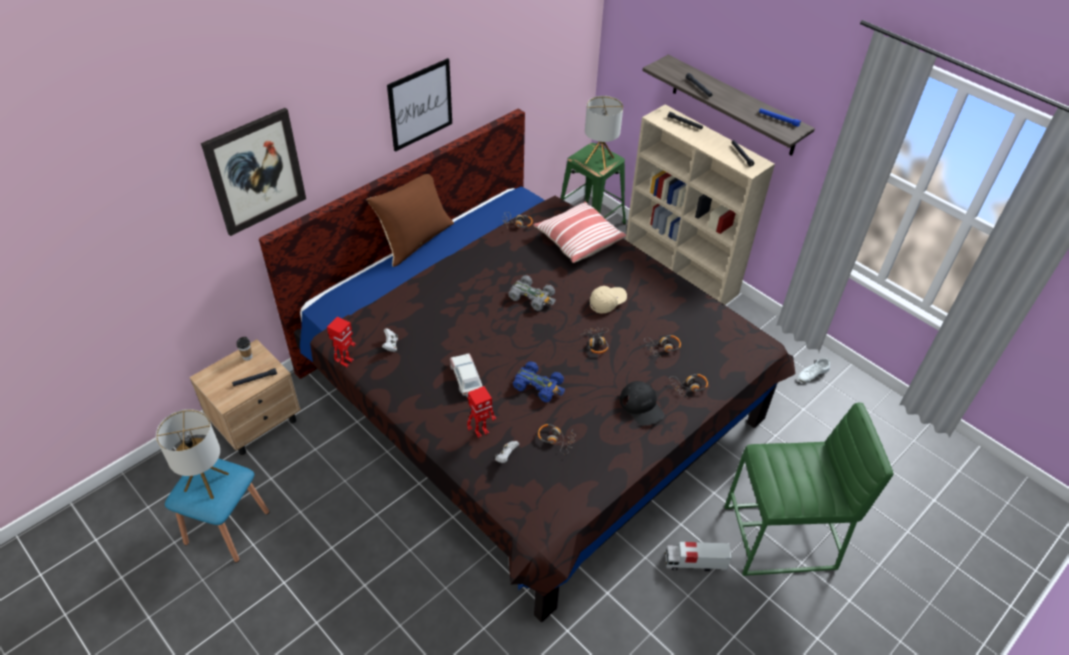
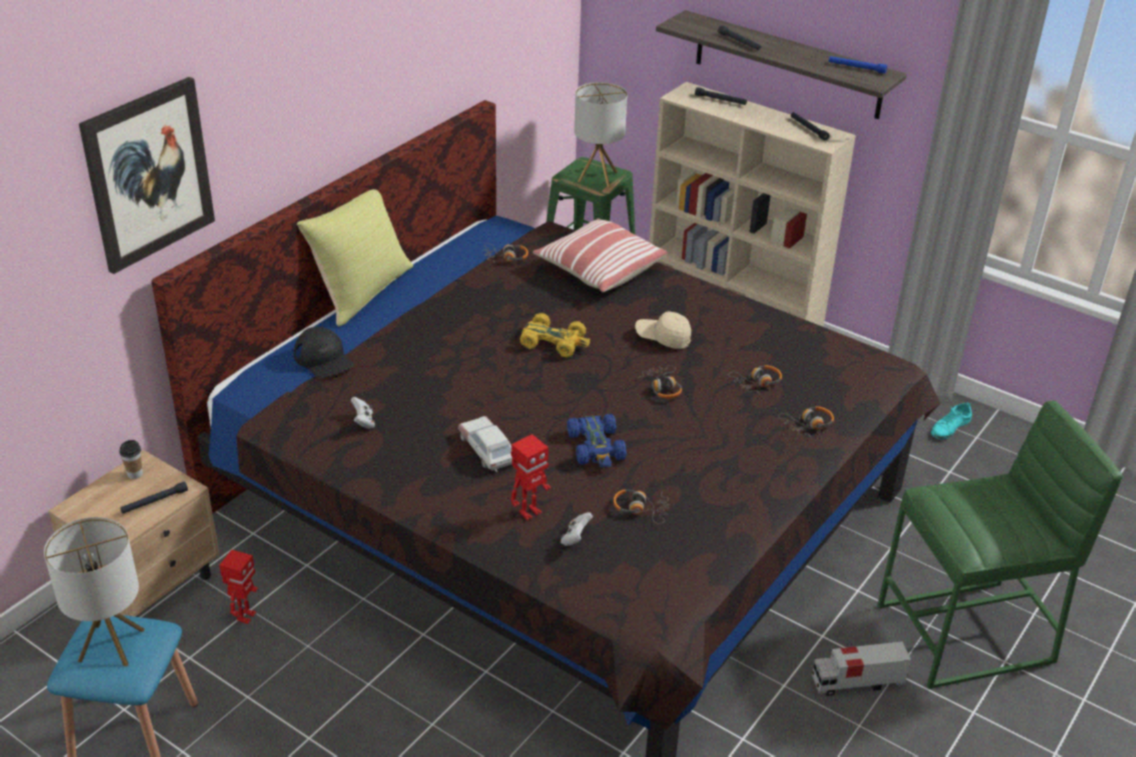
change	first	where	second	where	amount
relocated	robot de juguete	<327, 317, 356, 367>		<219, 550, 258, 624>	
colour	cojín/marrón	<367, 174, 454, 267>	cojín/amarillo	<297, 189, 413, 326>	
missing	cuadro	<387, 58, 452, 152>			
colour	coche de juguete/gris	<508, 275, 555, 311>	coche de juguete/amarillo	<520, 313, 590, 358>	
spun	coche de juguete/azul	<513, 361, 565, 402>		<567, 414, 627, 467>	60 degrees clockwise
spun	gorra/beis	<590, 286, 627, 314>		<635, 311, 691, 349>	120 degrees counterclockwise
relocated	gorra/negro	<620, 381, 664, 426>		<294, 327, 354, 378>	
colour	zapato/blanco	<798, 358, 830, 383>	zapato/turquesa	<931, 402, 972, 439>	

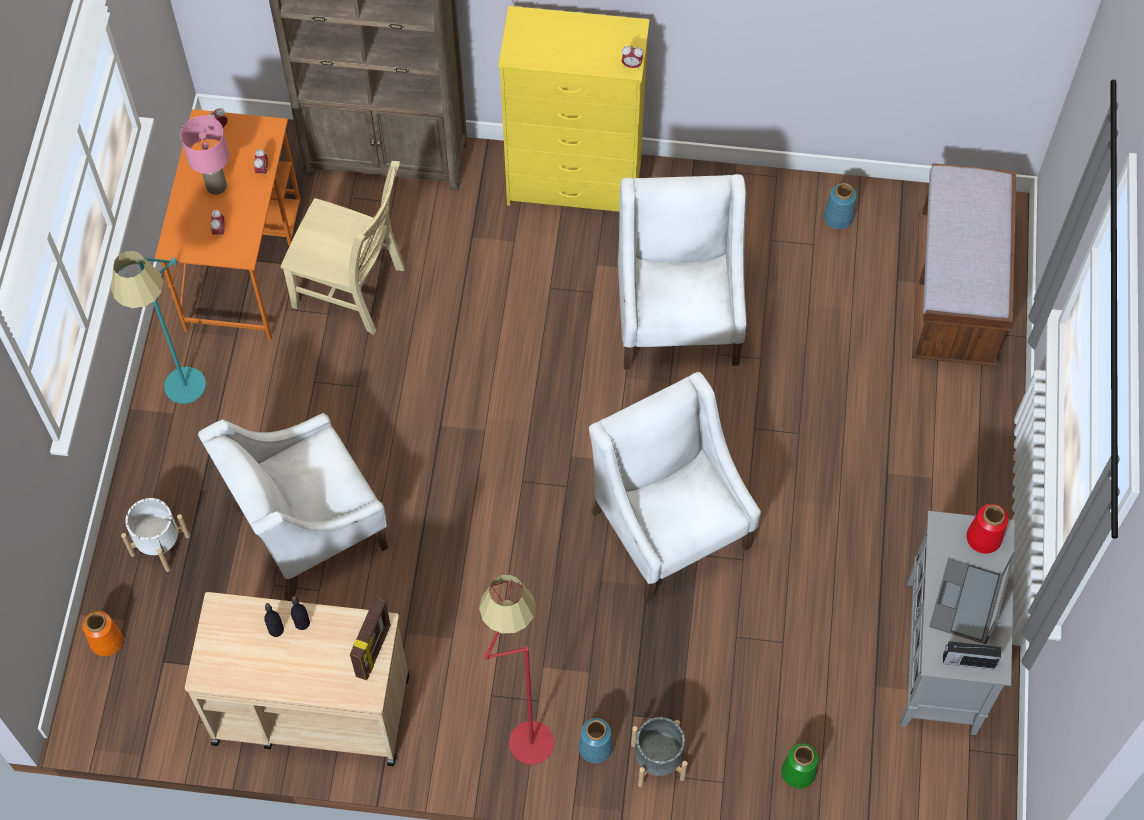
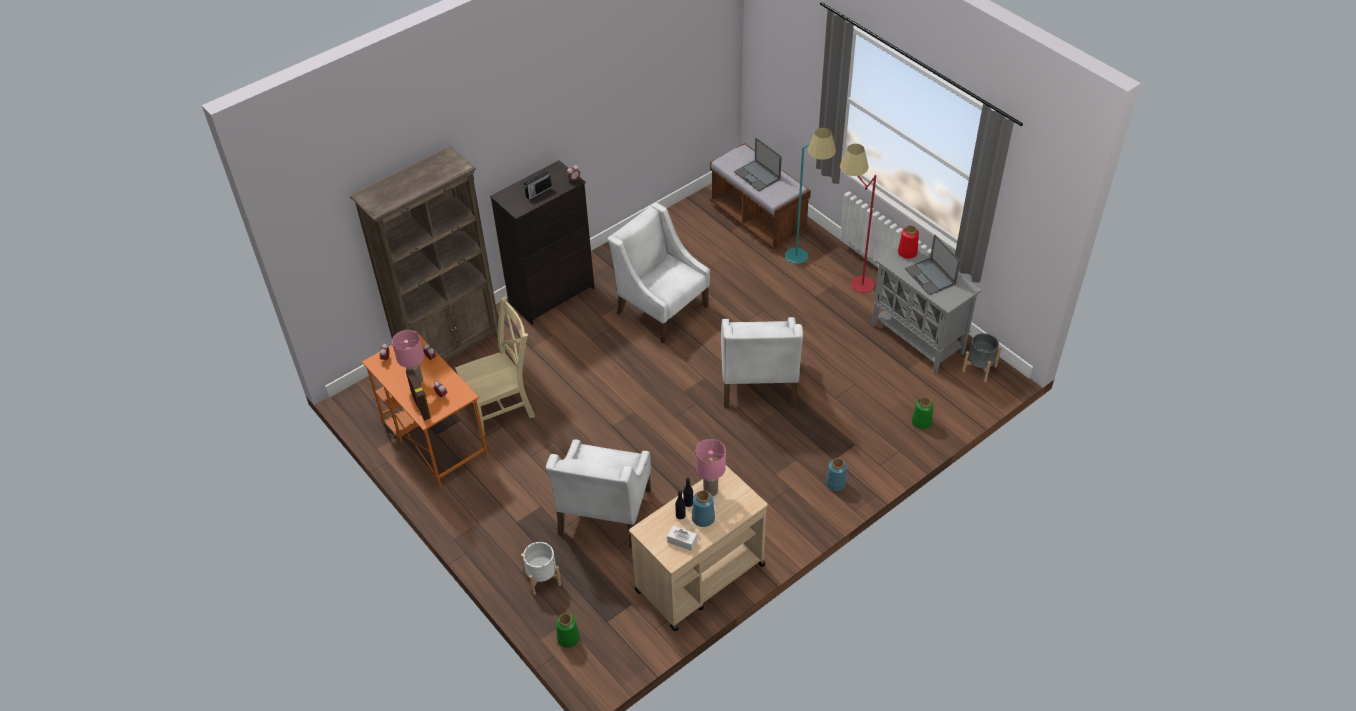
change	first	where	second	where	amount
colour	florero/naranja	<83, 611, 123, 656>	florero/verde	<556, 613, 580, 648>	
relocated	lámpara de pie/turquesa	<111, 251, 206, 404>		<785, 128, 836, 264>	
relocated	portarretratos	<350, 597, 391, 680>		<406, 369, 431, 421>	
relocated	lámpara de pie/rojo	<479, 575, 554, 765>		<840, 144, 876, 293>	
colour	cómoda/amarillo	<498, 6, 650, 212>	cómoda/negro	<490, 160, 595, 325>	
spun	sillón/blanco	<589, 372, 761, 602>		<721, 317, 803, 408>	105 degrees counterclockwise
relocated	maceta/gris	<631, 717, 688, 787>		<962, 333, 1002, 382>	
relocated	florero/azul	<824, 183, 857, 229>		<692, 490, 715, 527>	
relocated	radio	<943, 641, 1001, 670>		<524, 170, 552, 200>	
appeared			caja de pañuelos/blanco	<667, 525, 697, 551>	
appeared			lámpara de mesa/rosa	<696, 439, 726, 496>	
appeared			portátil	<734, 138, 782, 191>	

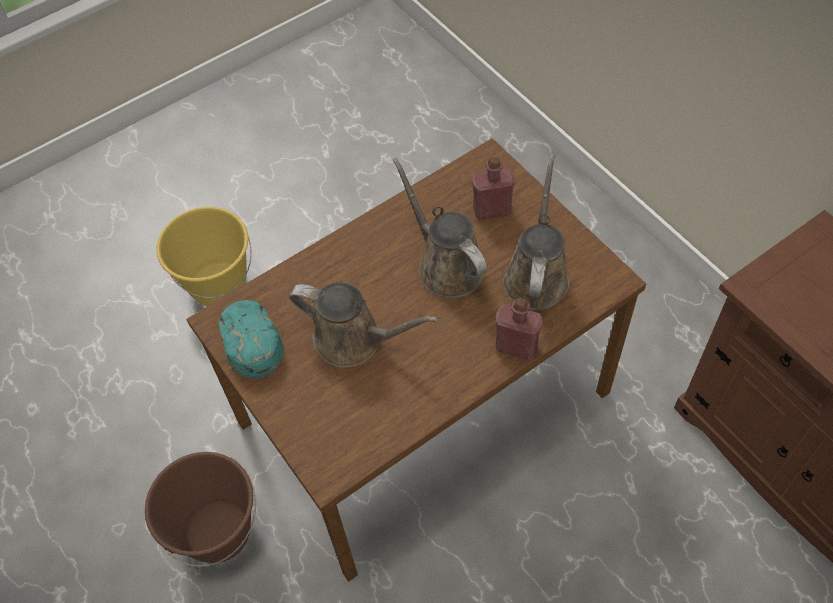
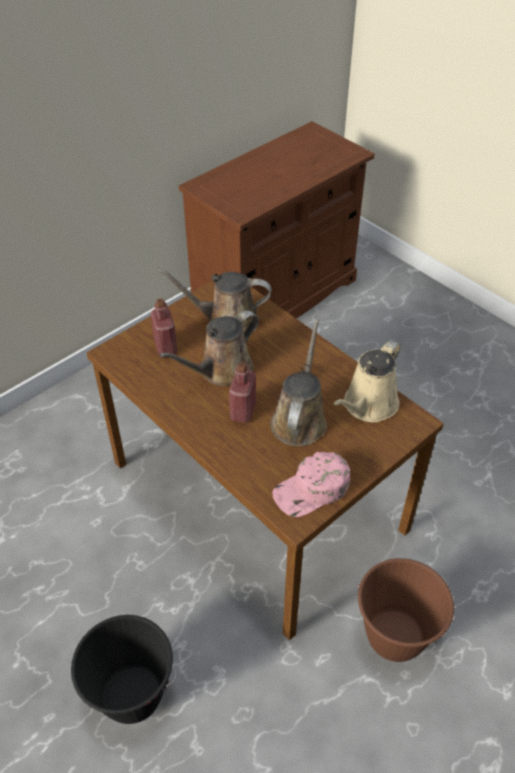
change	first	where	second	where	amount
colour	cubo/amarillo	<157, 207, 252, 306>	cubo/negro	<71, 615, 176, 724>	
colour	gorra/turquesa	<219, 300, 283, 378>	gorra/rosa	<272, 452, 350, 517>	
relocated	botella/rojo	<495, 298, 543, 361>		<229, 362, 256, 423>	
appeared			regadera/beis	<334, 340, 401, 422>	

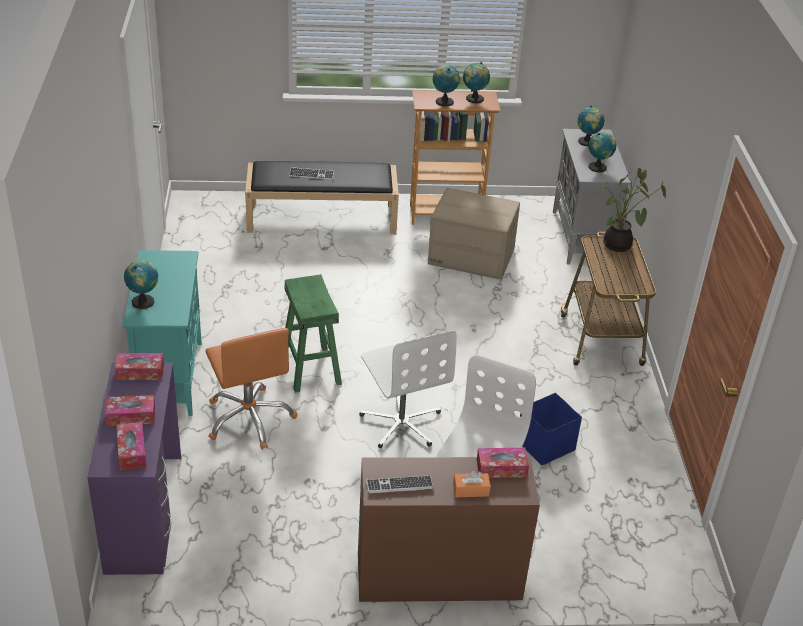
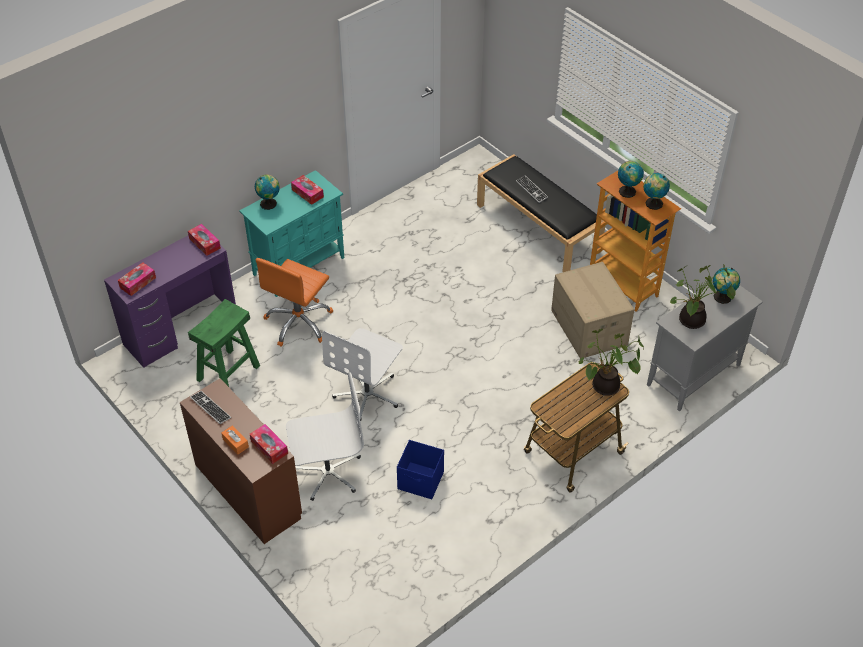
change	first	where	second	where	amount
relocated	caja de pañuelos	<105, 395, 155, 426>		<291, 175, 324, 205>	
relocated	taburete/verde	<284, 274, 342, 393>		<188, 299, 260, 387>	
exchanged	globo terráqueo	<589, 132, 617, 173>	planta en maceta	<670, 265, 736, 329>	

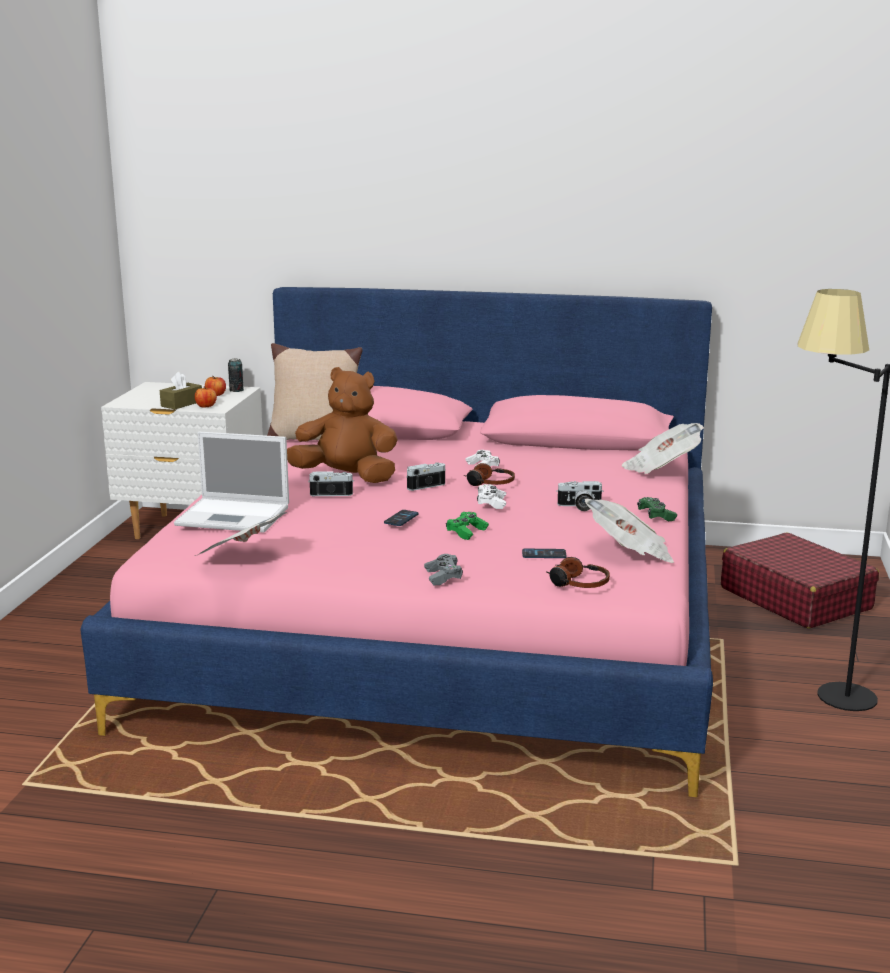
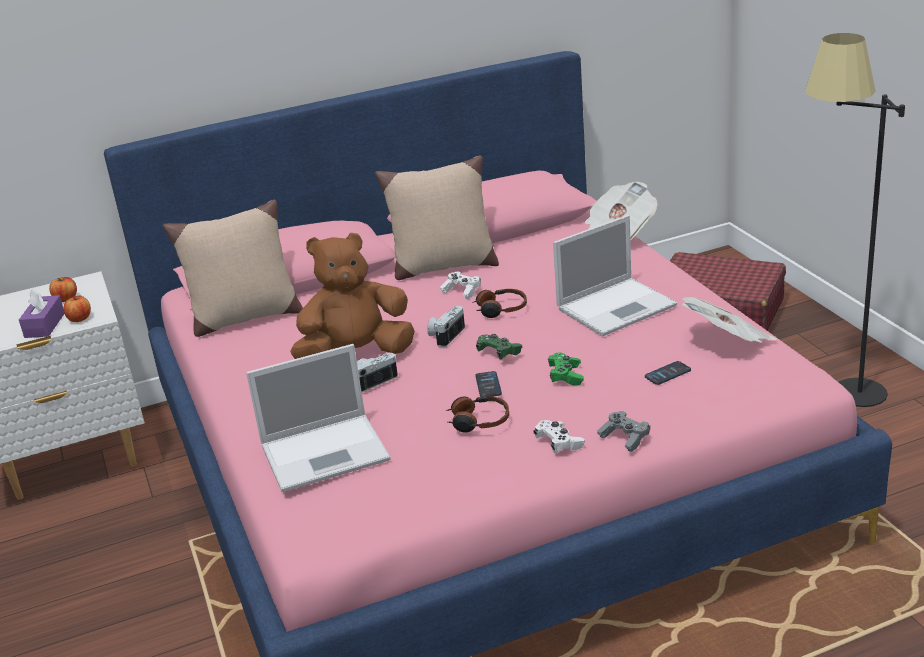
change	first	where	second	where	amount
colour	caja de pañuelos/marrón	<160, 372, 202, 409>	caja de pañuelos/morado	<19, 289, 64, 338>	
missing	periódico	<195, 512, 287, 556>			
missing	lata	<228, 358, 244, 392>			
relocated	mando de consola/blanco	<477, 484, 506, 509>		<533, 420, 585, 453>	
relocated	auriculares	<547, 557, 610, 588>		<446, 396, 509, 433>	
exchanged	cámara	<556, 481, 603, 511>	portátil	<553, 215, 677, 336>	
relocated	mando de consola/verde	<637, 497, 677, 522>		<476, 334, 523, 359>	
appeared			cojín/beis	<375, 155, 499, 280>	

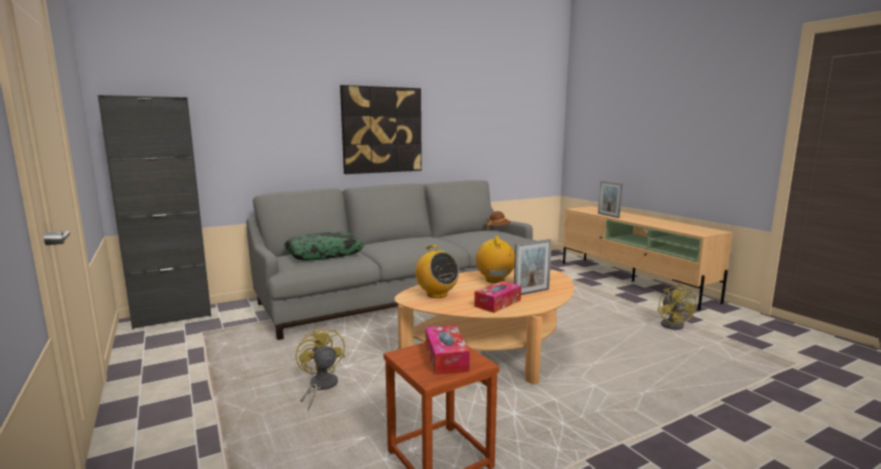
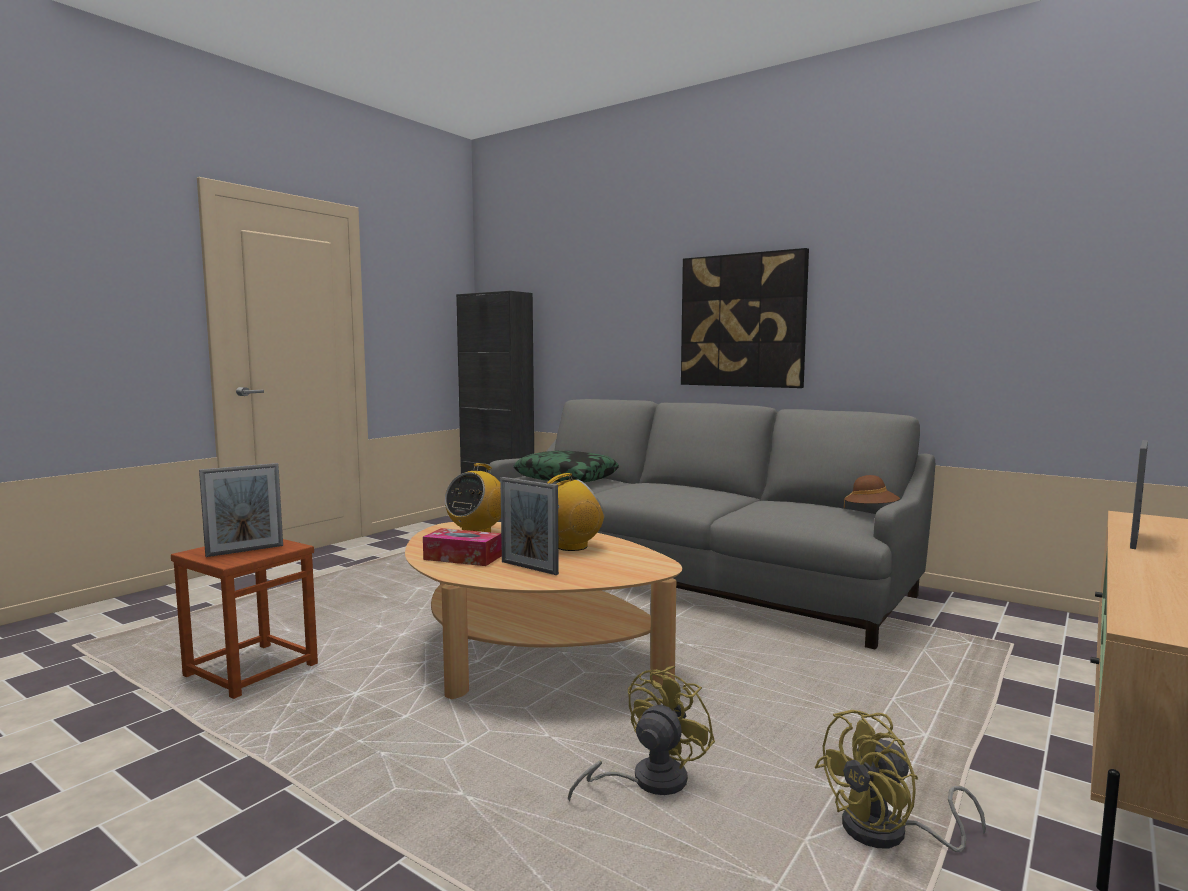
change	first	where	second	where	amount
relocated	ventilador/amarillo	<296, 327, 345, 411>		<568, 666, 715, 802>	
exchanged	caja de pañuelos	<425, 325, 470, 375>	portarretratos	<199, 463, 283, 557>	

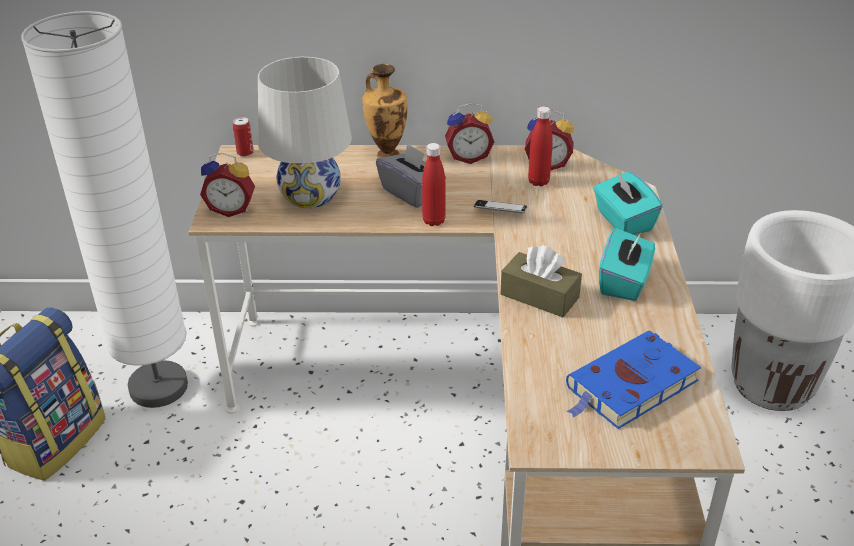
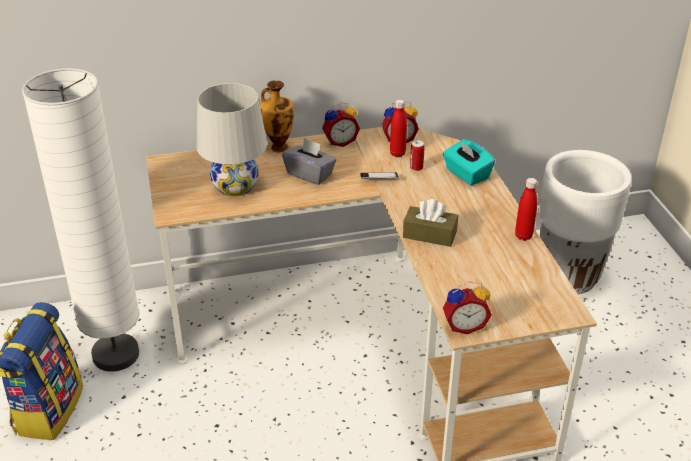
change	first	where	second	where	amount
relocated	despertador	<200, 153, 255, 217>		<443, 282, 492, 334>	
relocated	lata	<233, 117, 254, 157>		<410, 140, 425, 171>	
relocated	botella/rojo	<422, 143, 446, 226>		<515, 178, 537, 241>	
missing	libro/azul	<566, 330, 701, 429>			
missing	caja de pañuelos/turquesa	<599, 228, 655, 301>			

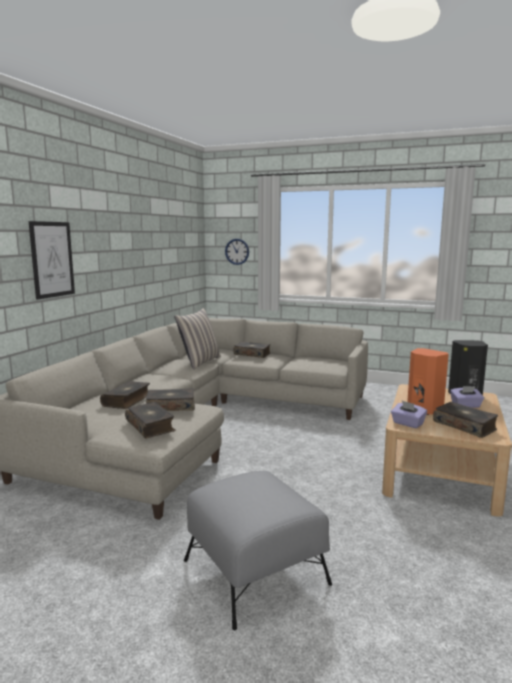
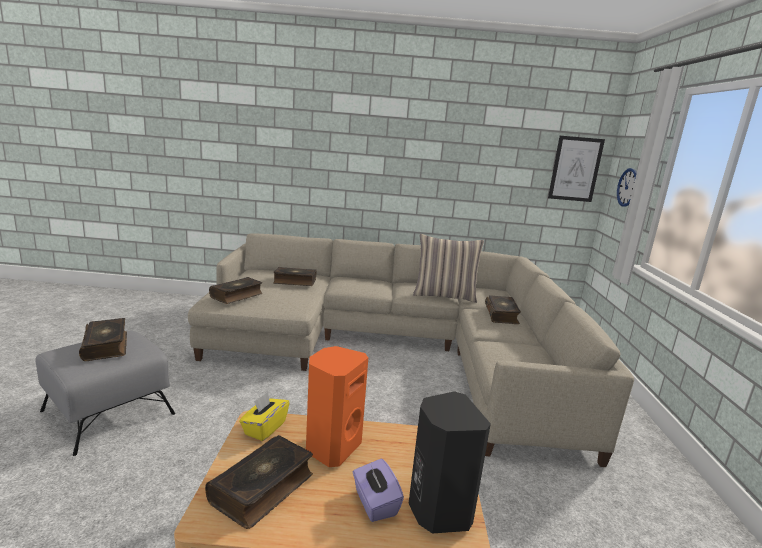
change	first	where	second	where	amount
relocated	cuadro	<29, 221, 75, 300>		<548, 136, 605, 202>	
relocated	libro	<146, 388, 195, 411>		<79, 318, 127, 361>	
colour	caja de pañuelos/morado	<391, 401, 427, 428>	caja de pañuelos/amarillo	<239, 392, 289, 441>	

